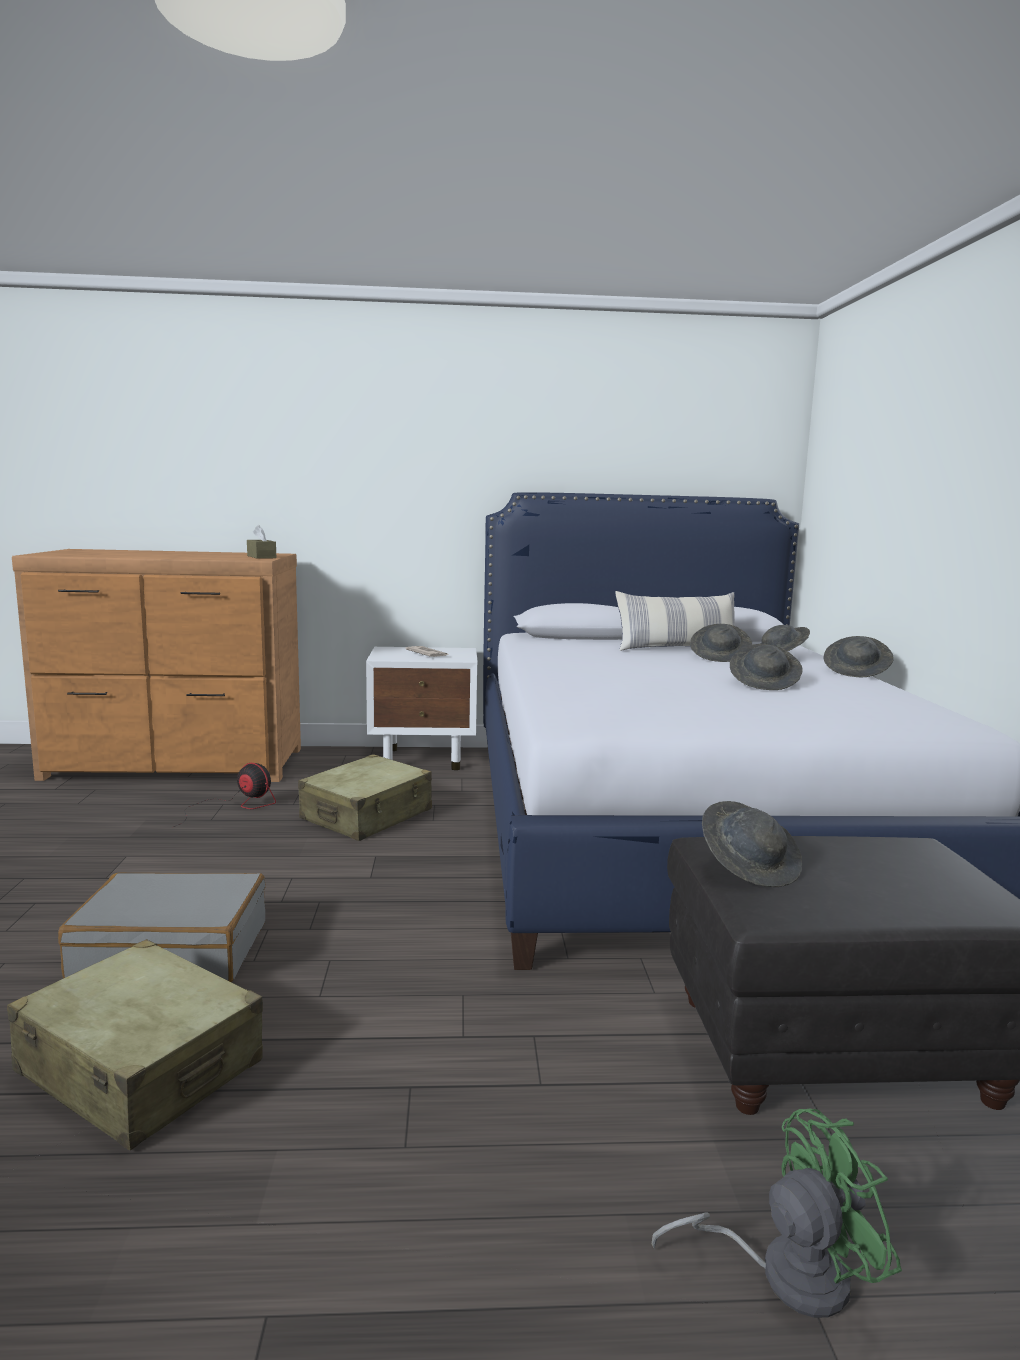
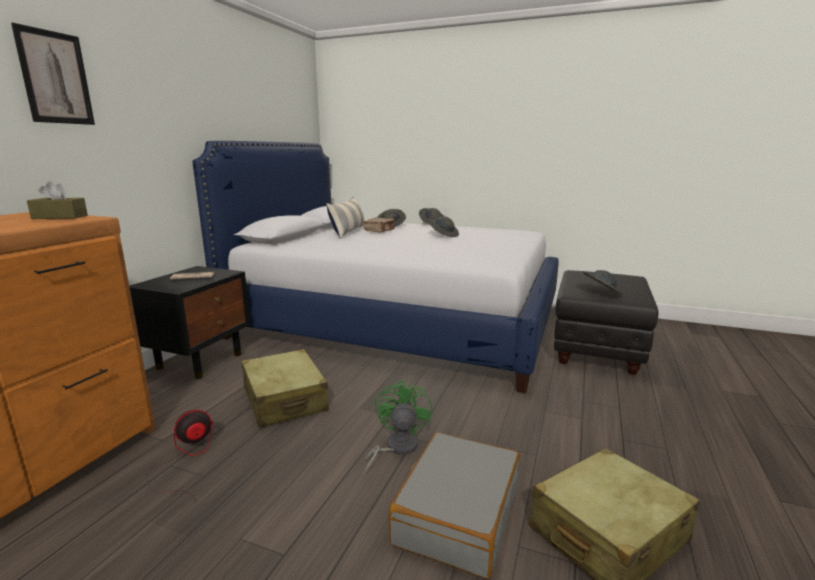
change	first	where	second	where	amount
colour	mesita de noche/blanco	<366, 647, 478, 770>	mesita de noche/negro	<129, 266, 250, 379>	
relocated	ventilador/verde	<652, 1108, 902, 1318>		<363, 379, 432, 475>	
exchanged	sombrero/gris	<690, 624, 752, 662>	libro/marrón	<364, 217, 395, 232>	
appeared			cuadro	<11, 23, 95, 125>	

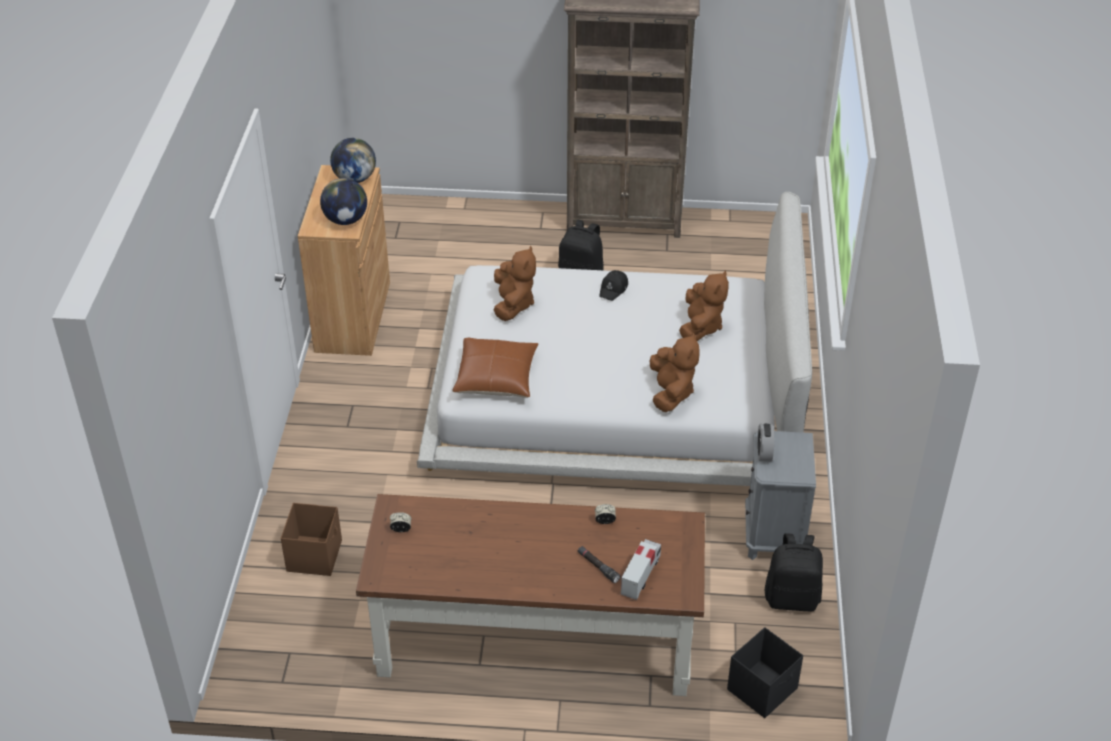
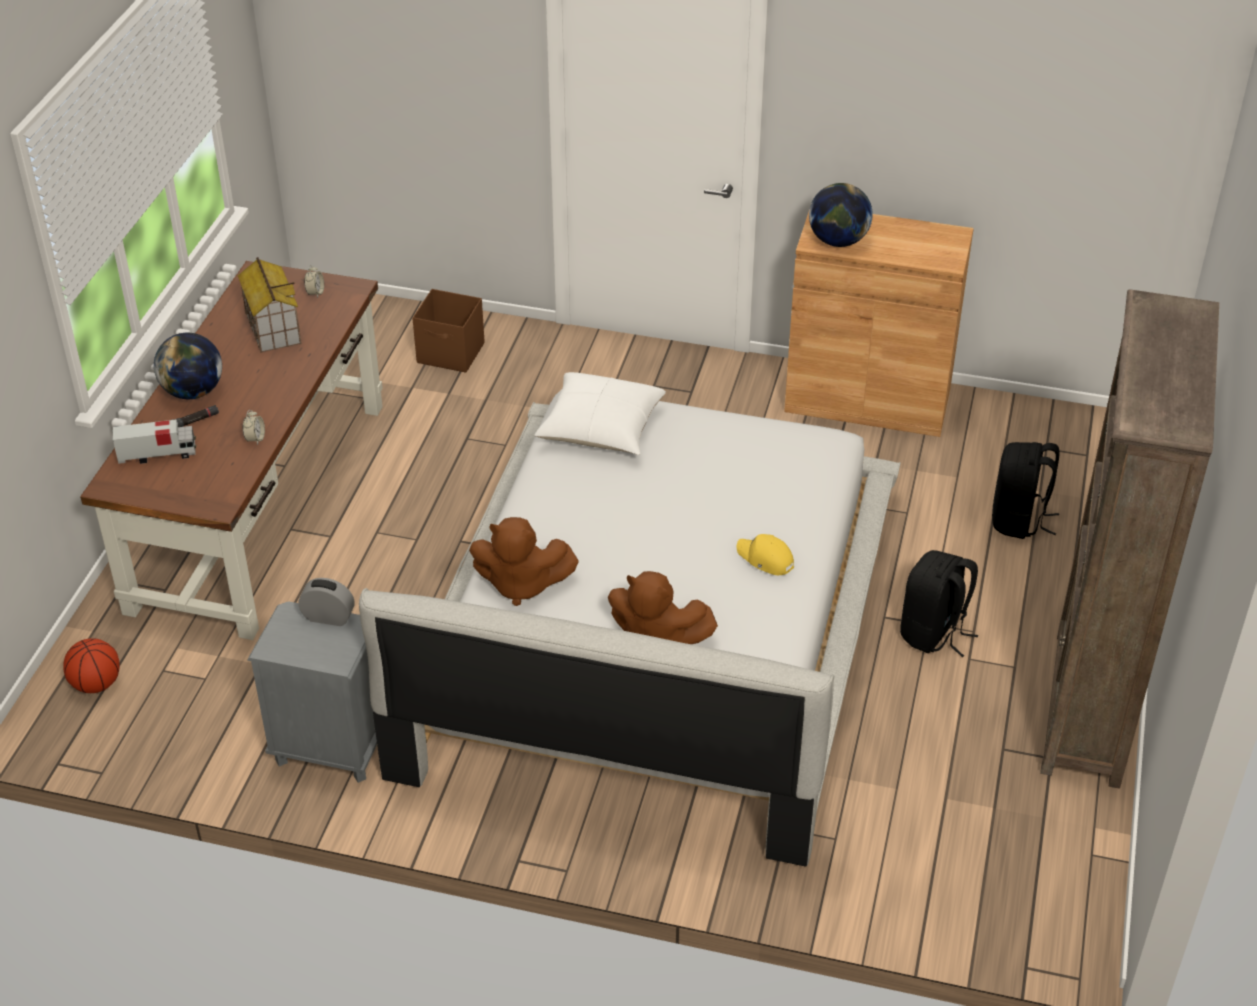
change	first	where	second	where	amount
relocated	globo terráqueo	<330, 138, 376, 183>		<154, 333, 222, 399>	
colour	cojín/marrón	<452, 338, 538, 398>	cojín/blanco	<534, 372, 666, 455>	
missing	peluche/marrón	<494, 246, 536, 321>			
colour	gorra/negro	<599, 270, 628, 301>	gorra/amarillo	<737, 534, 794, 575>	
spun	camión de juguete	<621, 539, 661, 600>		<112, 420, 196, 464>	45 degrees counterclockwise
exchanged	caja de almacenaje/negro	<727, 627, 803, 718>	balón de baloncesto	<63, 638, 120, 693>	
relocated	mochila/negro	<765, 533, 823, 611>		<992, 442, 1059, 539>	
appeared			casita	<238, 257, 302, 353>	

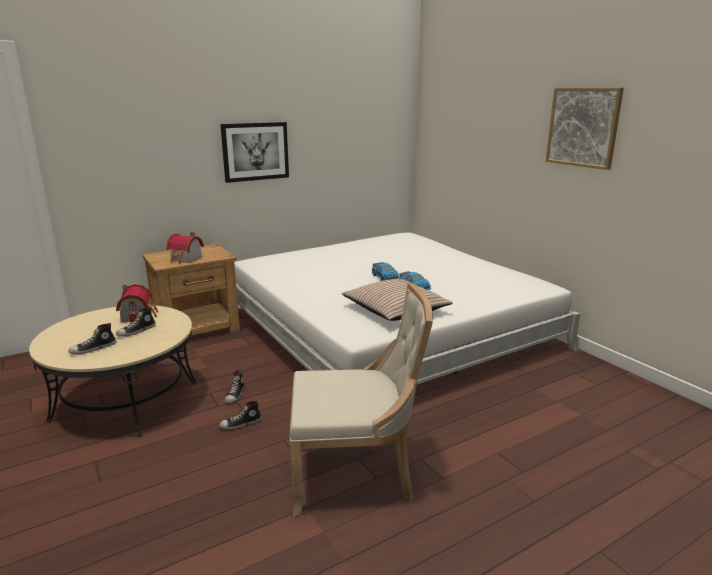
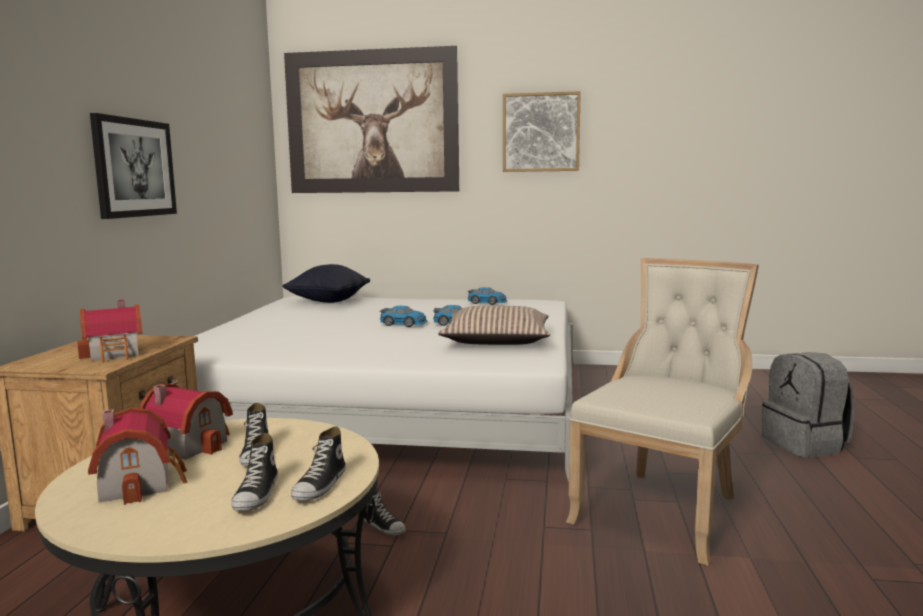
change	first	where	second	where	amount
relocated	zapato	<219, 401, 262, 429>		<291, 426, 346, 501>	
appeared			casita	<88, 407, 187, 505>	
appeared			cojín/negro	<283, 264, 370, 303>	
appeared			cuadro	<284, 46, 459, 193>	
appeared			coche de juguete	<468, 287, 508, 305>	
appeared			mochila/gris	<762, 352, 854, 457>	

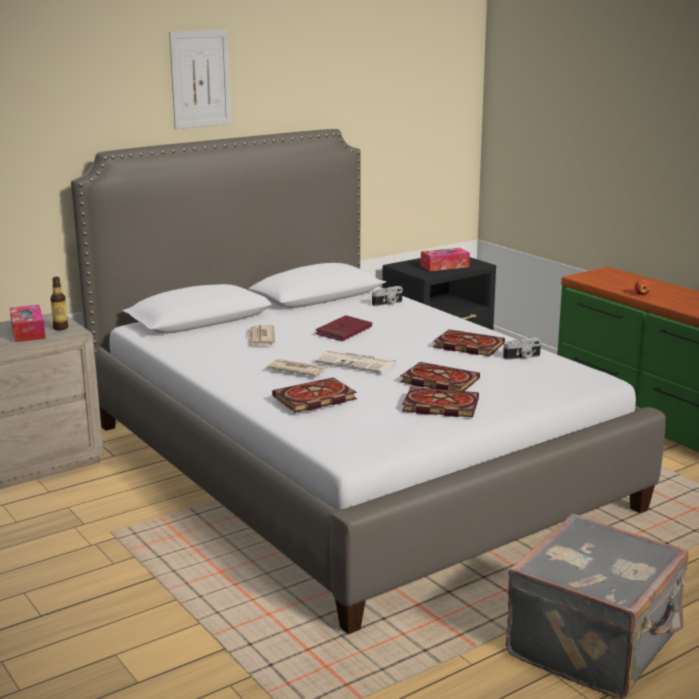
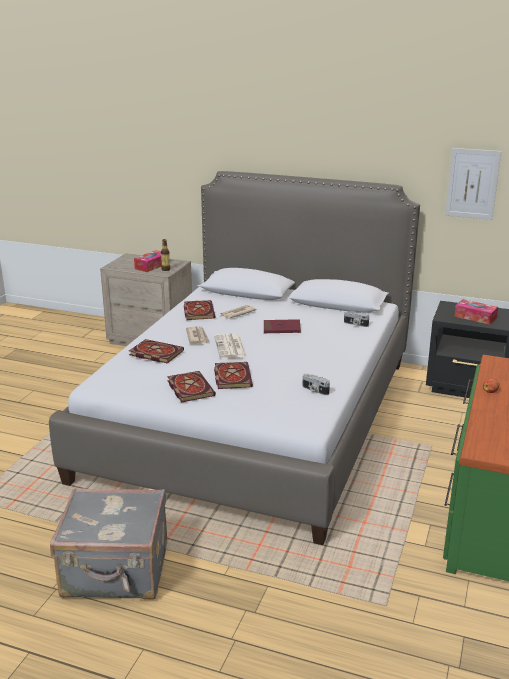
change	first	where	second	where	amount
relocated	cuadro	<169, 30, 232, 129>		<445, 148, 501, 220>	
relocated	libro	<433, 329, 505, 356>		<184, 300, 215, 320>	

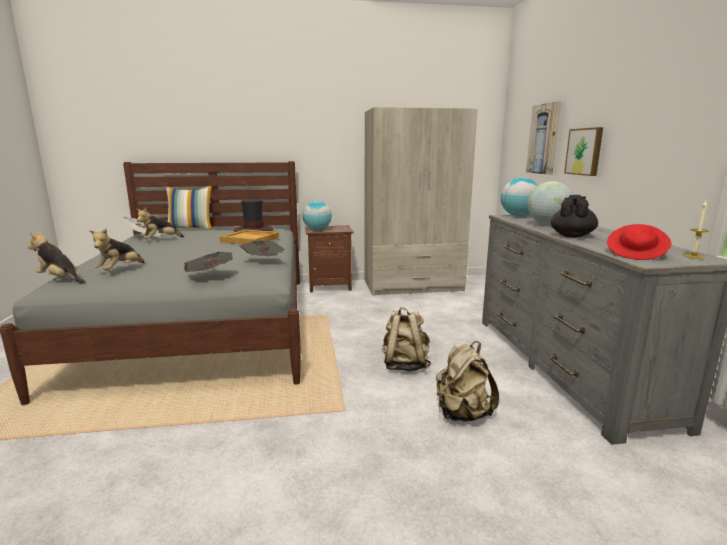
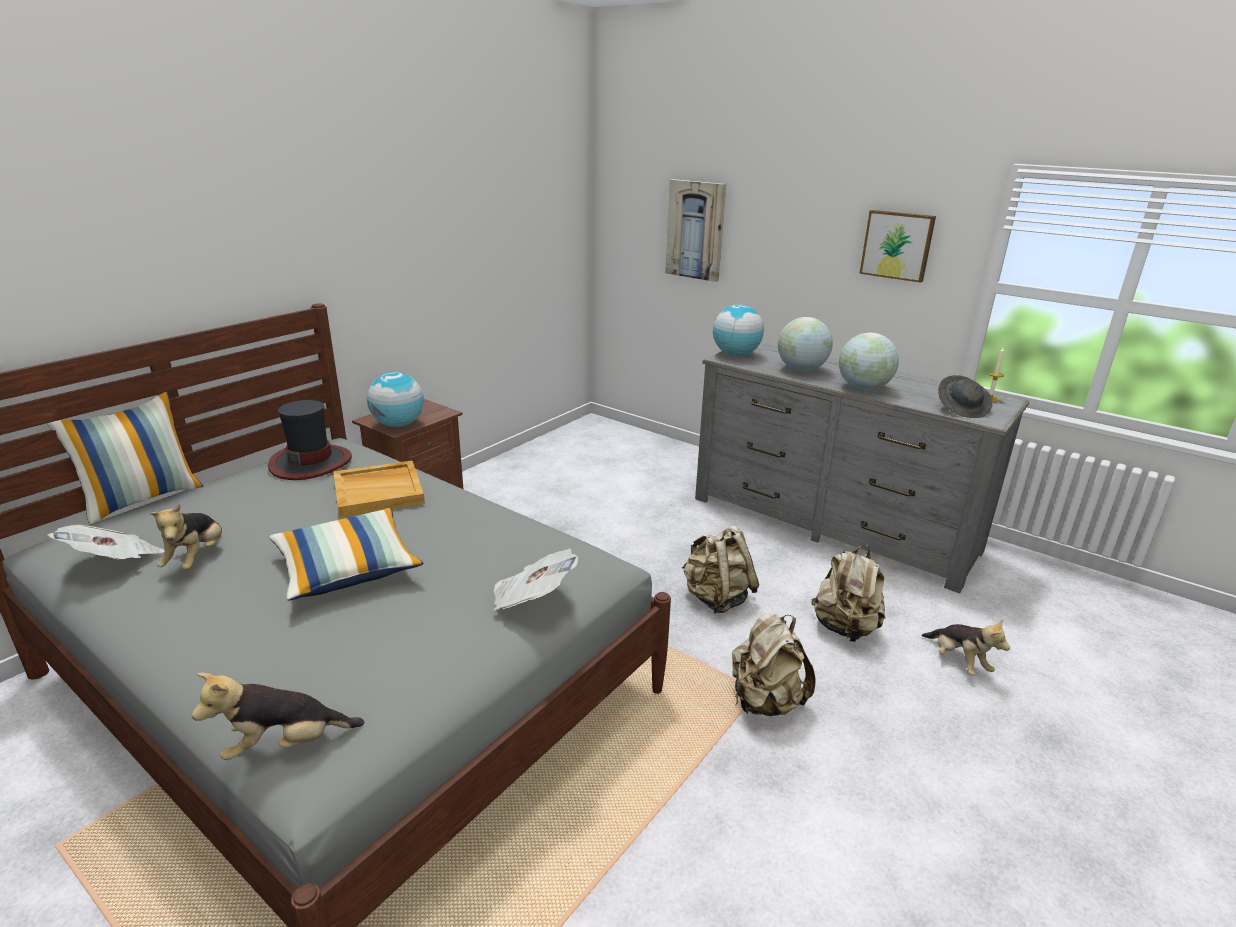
change	first	where	second	where	amount
relocated	peluche	<90, 228, 145, 270>		<921, 619, 1010, 676>	
missing	periódico	<239, 241, 285, 256>			
missing	armario ropero/beis	<365, 107, 478, 296>			
exchanged	tetera/negro	<551, 195, 598, 237>	globo terráqueo	<839, 333, 899, 390>	
relocated	cuadro	<564, 127, 603, 176>		<859, 210, 936, 283>	
colour	sombrero/rojo	<607, 224, 671, 260>	sombrero/gris	<938, 375, 993, 418>	
appeared			cojín	<269, 508, 424, 601>	
appeared			mochila/beis	<732, 613, 816, 716>	

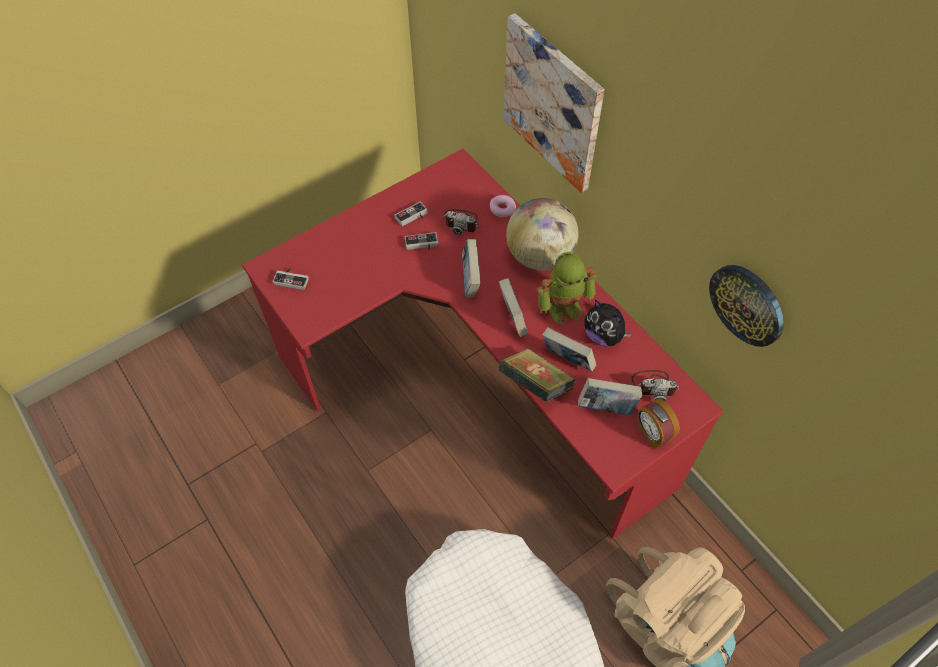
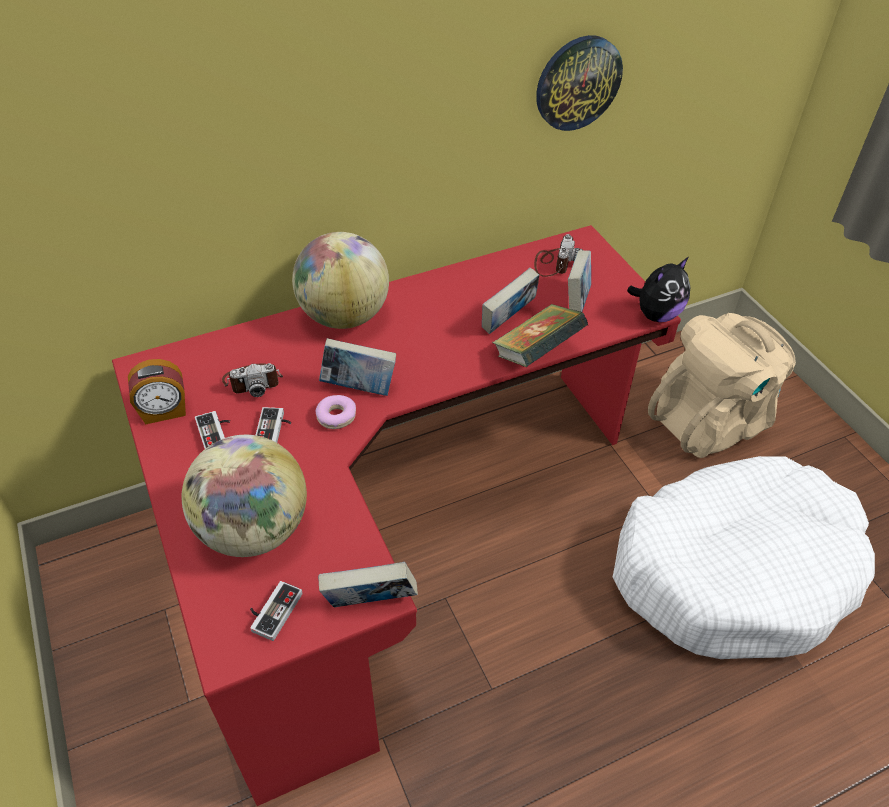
change	first	where	second	where	amount
spun	cámara	<443, 209, 479, 235>		<222, 363, 283, 397>	45 degrees clockwise
relocated	rosquilla	<490, 195, 516, 217>		<315, 395, 356, 429>	
relocated	libro	<499, 278, 528, 337>		<318, 562, 418, 607>	
missing	cuadro	<504, 13, 604, 193>			
missing	robot de juguete	<537, 252, 597, 326>			
relocated	peluche	<584, 300, 633, 346>		<627, 257, 691, 322>	
relocated	despertador	<637, 399, 680, 449>		<128, 359, 186, 424>	
appeared			globo terráqueo	<182, 435, 307, 557>	

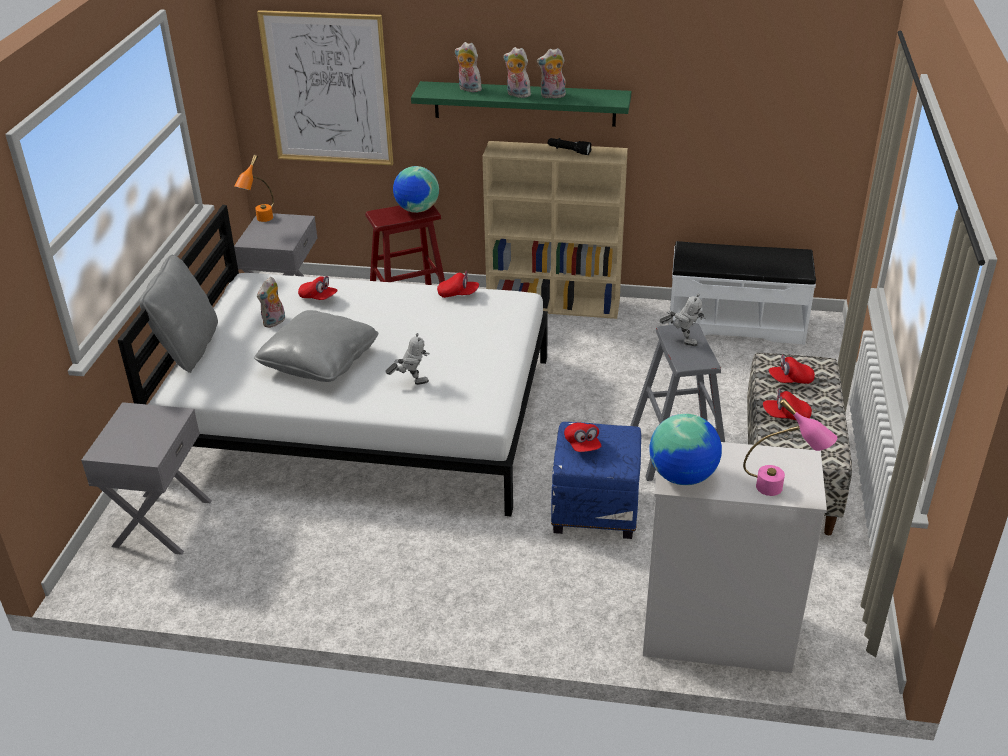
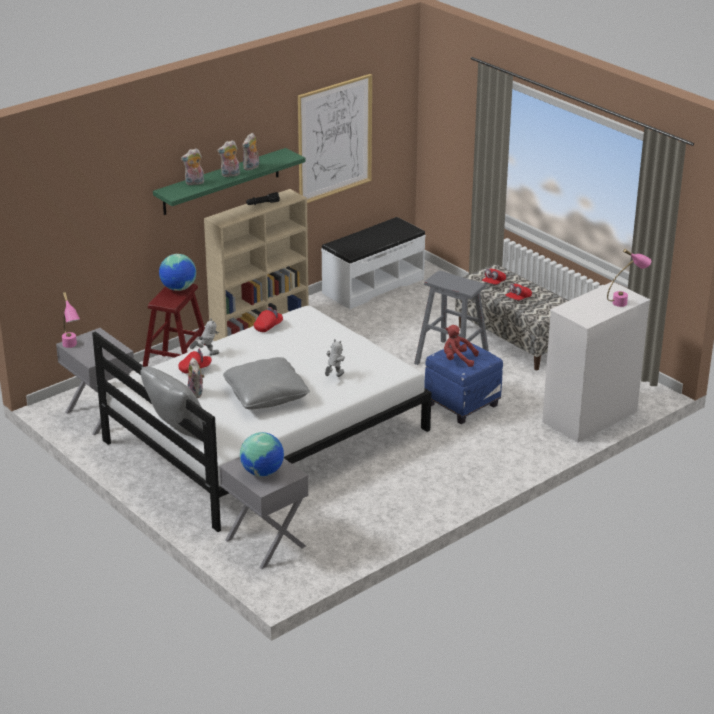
change	first	where	second	where	amount
colour	lámpara de mesa/naranja	<234, 155, 274, 222>	lámpara de mesa/rosa	<62, 292, 80, 348>	
relocated	cuadro	<257, 10, 394, 165>		<298, 74, 372, 203>	
exchanged	gorra/rojo	<564, 423, 601, 452>	peluche/rojo	<444, 325, 479, 367>	
relocated	globo terráqueo	<649, 414, 722, 485>		<240, 432, 284, 477>	
relocated	robot de juguete	<660, 293, 706, 346>		<190, 318, 220, 356>	

